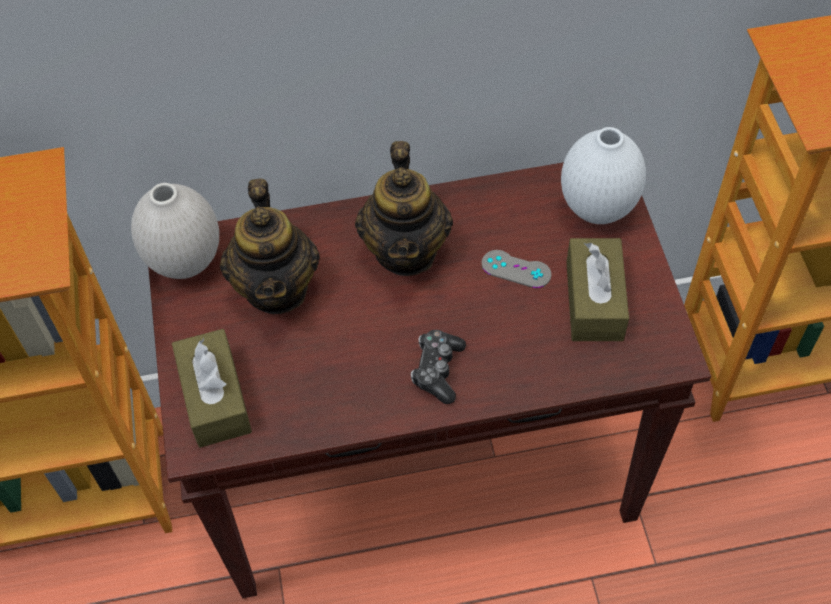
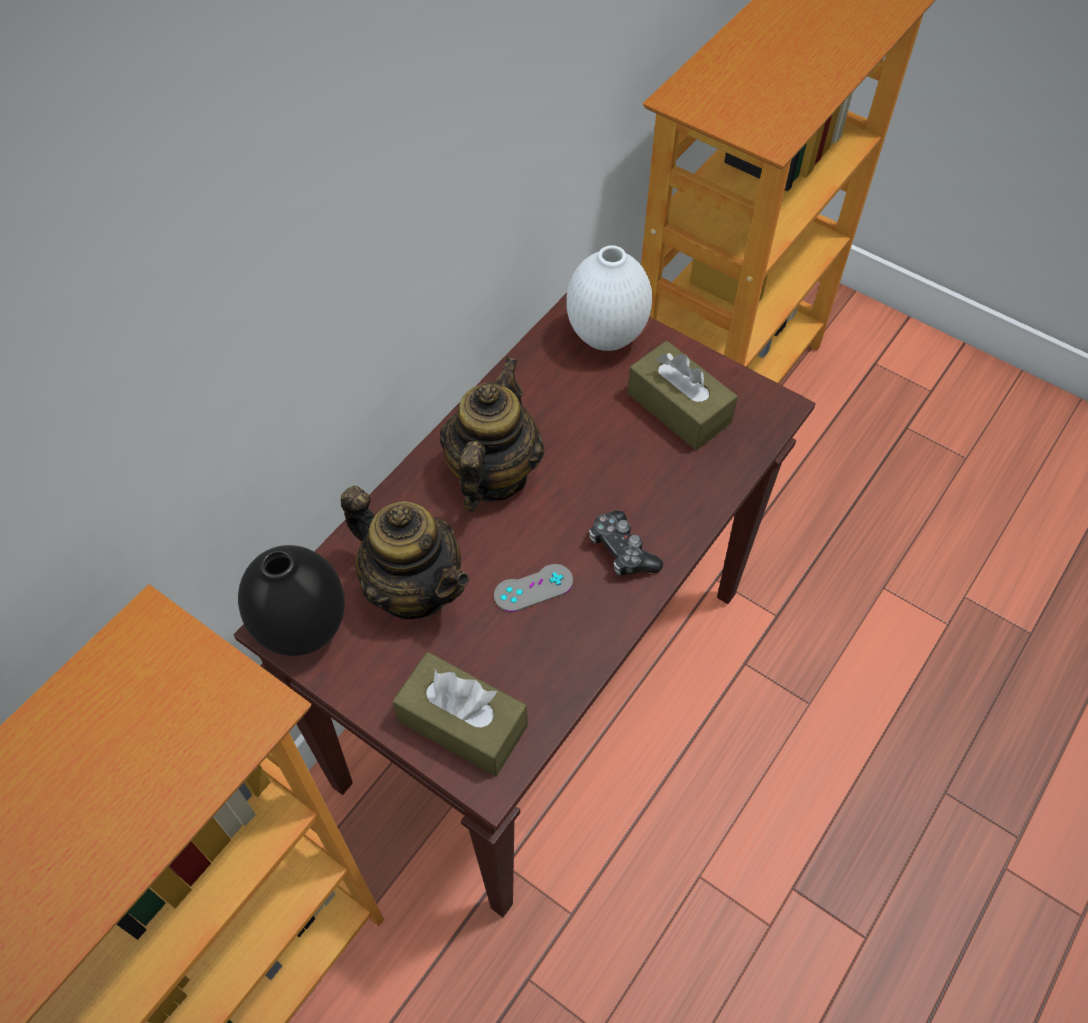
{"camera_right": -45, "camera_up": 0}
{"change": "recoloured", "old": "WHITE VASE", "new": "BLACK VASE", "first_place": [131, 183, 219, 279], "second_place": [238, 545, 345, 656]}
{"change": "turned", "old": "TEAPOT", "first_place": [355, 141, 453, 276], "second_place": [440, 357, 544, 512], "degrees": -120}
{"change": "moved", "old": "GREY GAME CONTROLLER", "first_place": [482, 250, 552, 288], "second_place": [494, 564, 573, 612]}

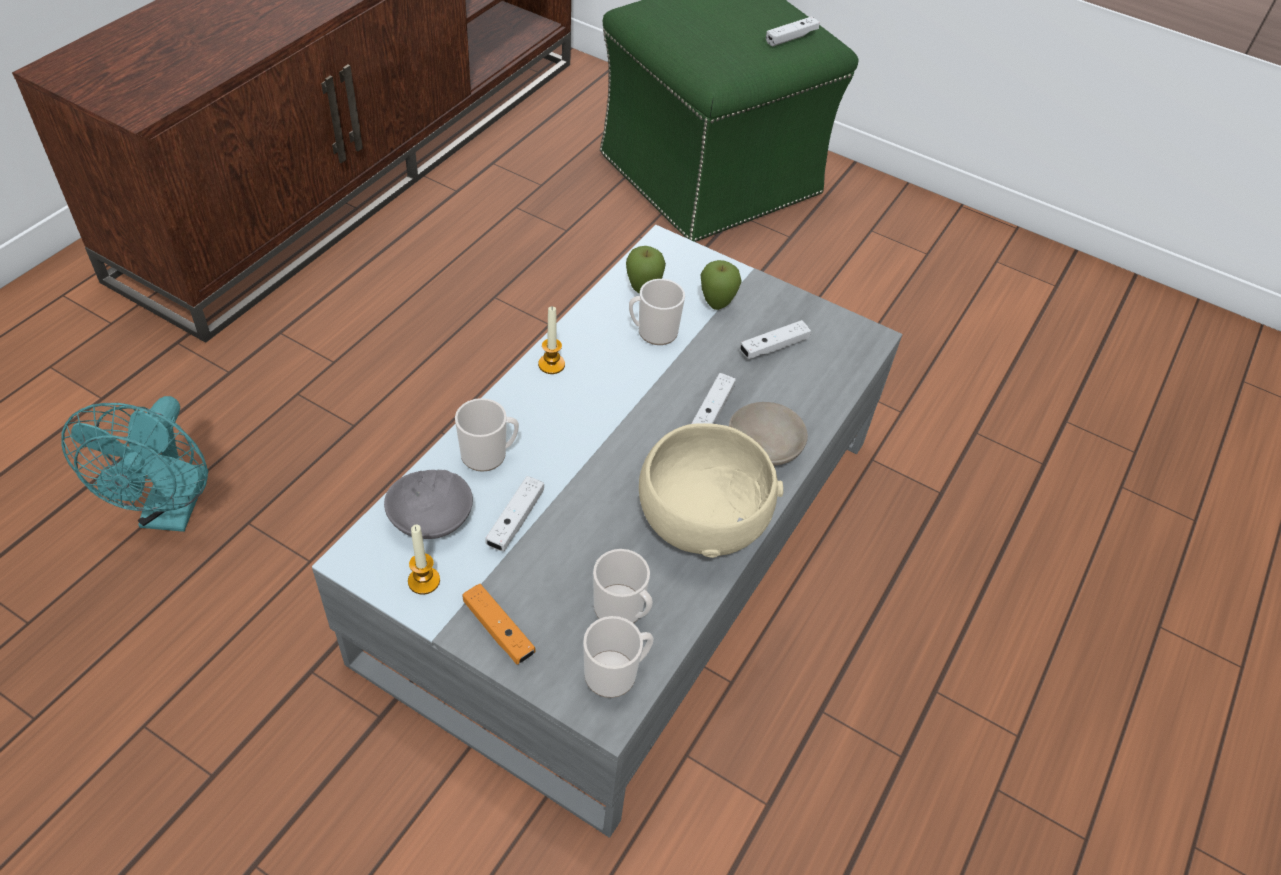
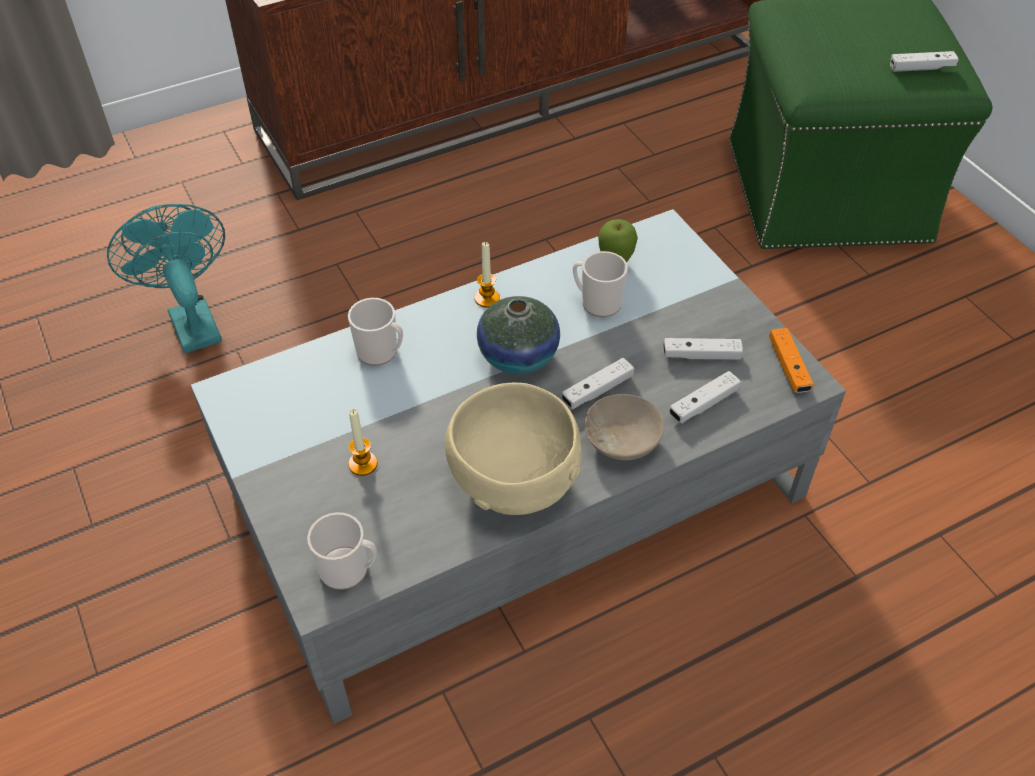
{"camera_right": 35, "camera_up": 0}
{"change": "turned", "old": "TURQUOISE FAN", "first_place": [62, 396, 208, 532], "second_place": [107, 204, 225, 353], "degrees": 120}
{"change": "removed", "old": "GREY BOWL", "first_place": [384, 470, 473, 539]}
{"change": "moved", "old": "CANDLE", "first_place": [408, 525, 440, 595], "second_place": [348, 408, 378, 476]}
{"change": "moved", "old": "ORANGE GAME CONTROLLER", "first_place": [463, 584, 535, 665], "second_place": [769, 328, 814, 393]}
{"change": "moved", "old": "WHITE GAME CONTROLLER", "first_place": [485, 476, 544, 551], "second_place": [669, 371, 741, 423]}
{"change": "removed", "old": "MUG", "first_place": [593, 549, 653, 623]}
{"change": "removed", "old": "APPLE", "first_place": [700, 260, 742, 310]}
{"change": "added", "new": "VASE", "second_place": [477, 296, 560, 374]}

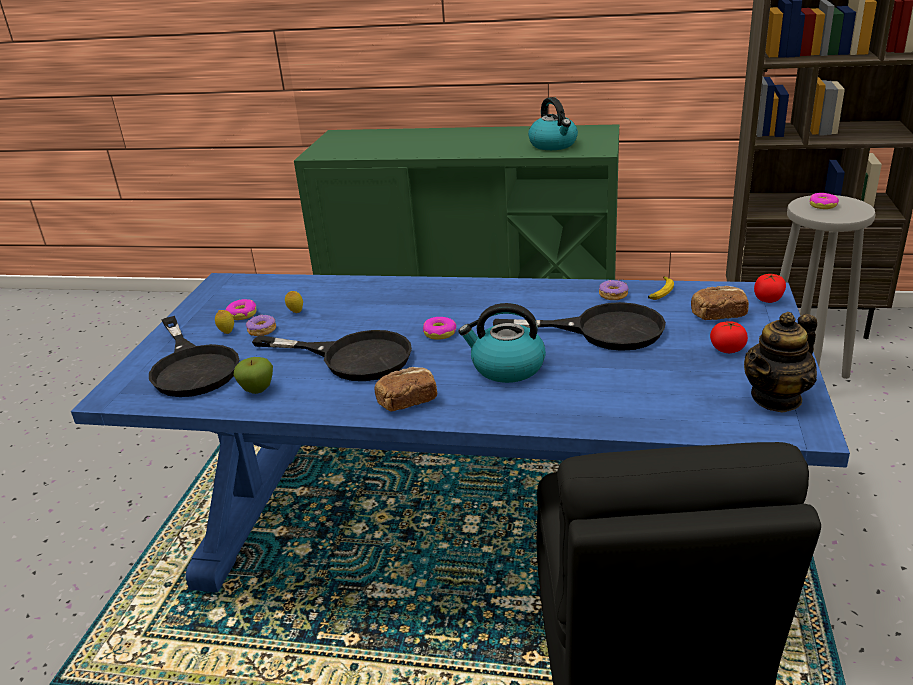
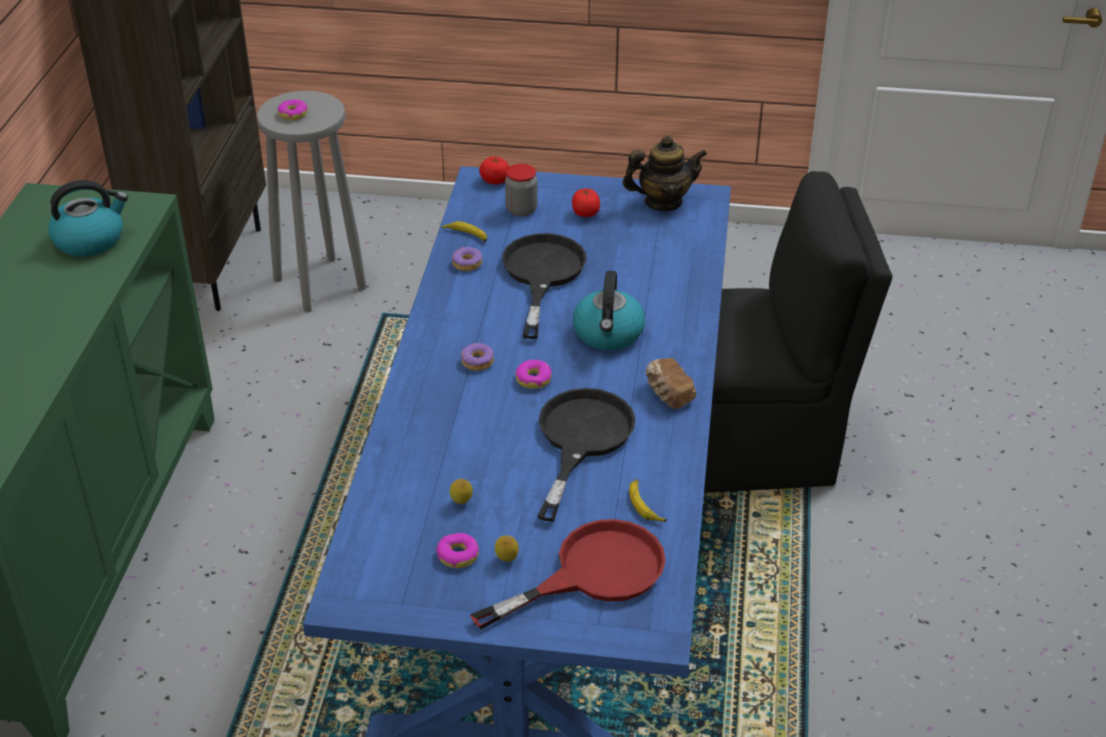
{"camera_right": -95, "camera_up": 10}
{"change": "recoloured", "old": "BLACK FRYING PAN", "new": "RED FRYING PAN", "first_place": [149, 316, 239, 397], "second_place": [470, 519, 666, 629]}
{"change": "replaced", "old": "APPLE", "new": "BANANA", "first_place": [233, 357, 273, 394], "second_place": [629, 479, 667, 522]}
{"change": "moved", "old": "DONUT", "first_place": [246, 315, 276, 336], "second_place": [461, 343, 494, 371]}
{"change": "replaced", "old": "BREAD", "new": "JAR", "first_place": [691, 286, 749, 320], "second_place": [505, 164, 538, 217]}
{"change": "turned", "old": "TEAPOT", "first_place": [744, 312, 817, 412], "second_place": [623, 135, 707, 211], "degrees": -60}

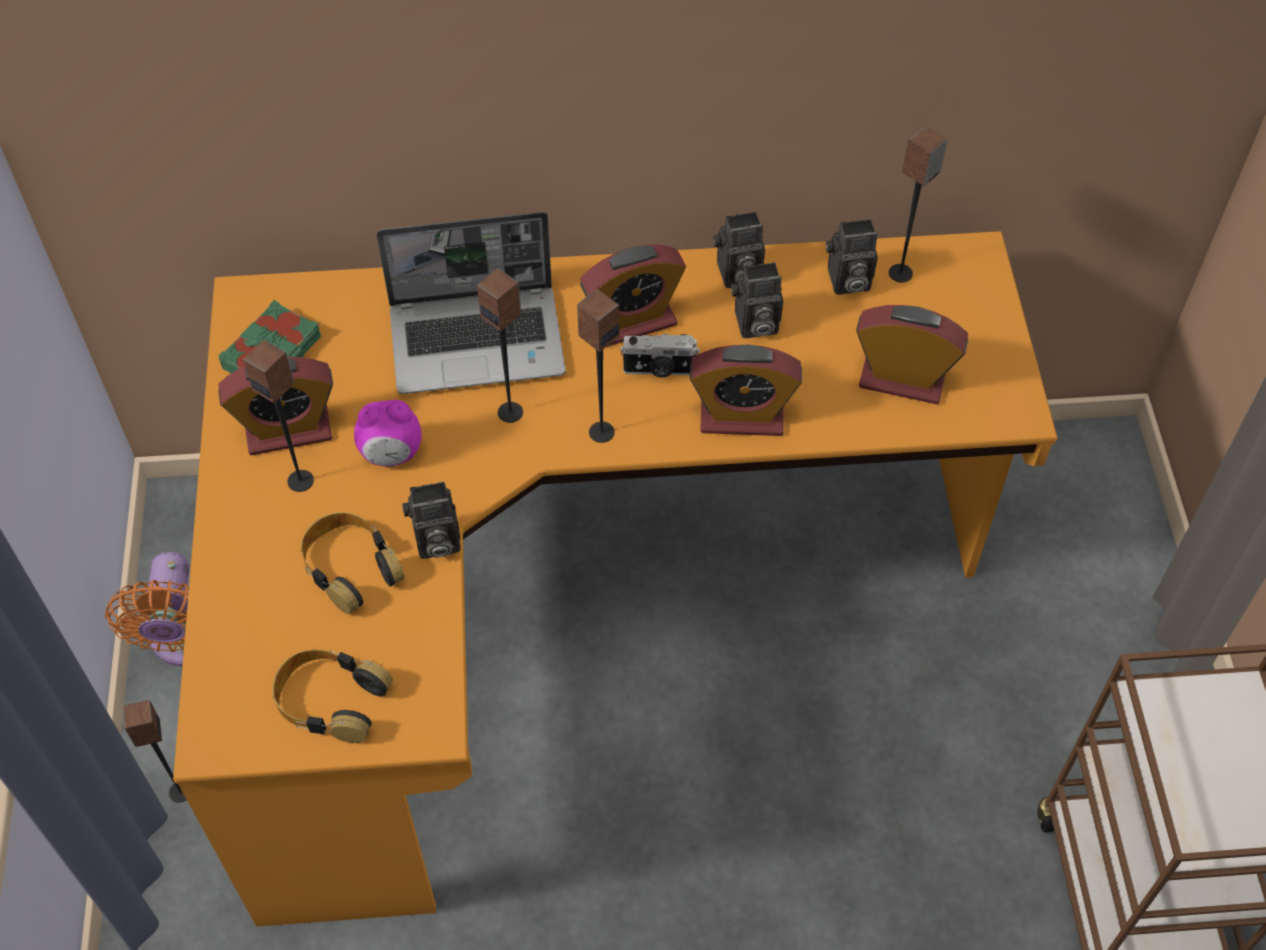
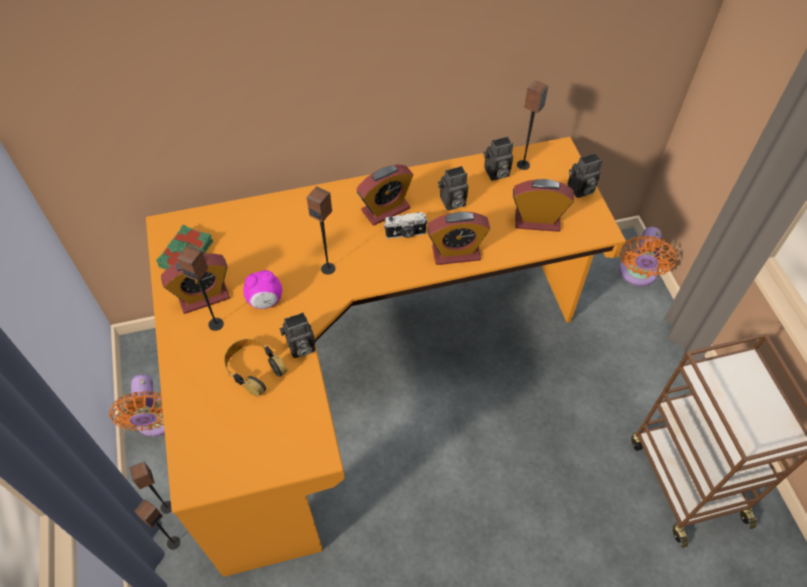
{"camera_right": -10, "camera_up": 0}
{"change": "removed", "old": "HEADPHONES", "first_place": [272, 650, 393, 743]}
{"change": "removed", "old": "LAPTOP", "first_place": [376, 212, 566, 394]}
{"change": "moved", "old": "SPEAKER", "first_place": [577, 289, 619, 443], "second_place": [134, 499, 180, 550]}
{"change": "moved", "old": "PHOTO CAMERA", "first_place": [713, 211, 765, 288], "second_place": [568, 153, 602, 198]}
{"change": "added", "new": "ORANGE FAN", "second_place": [619, 227, 677, 286]}

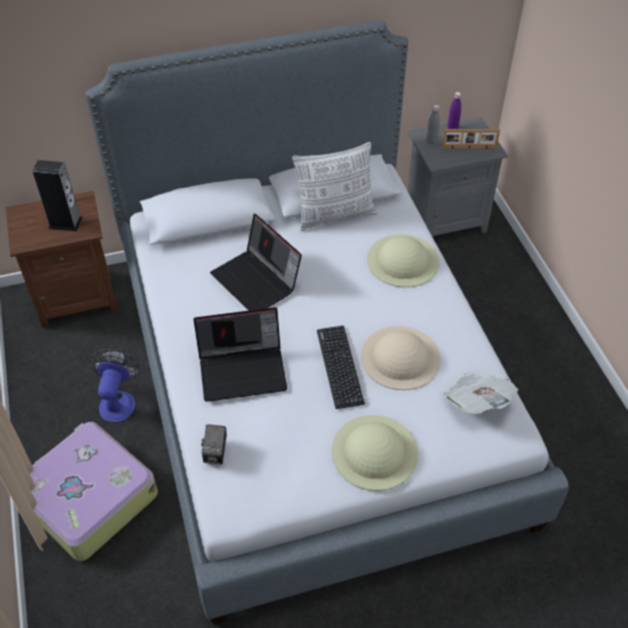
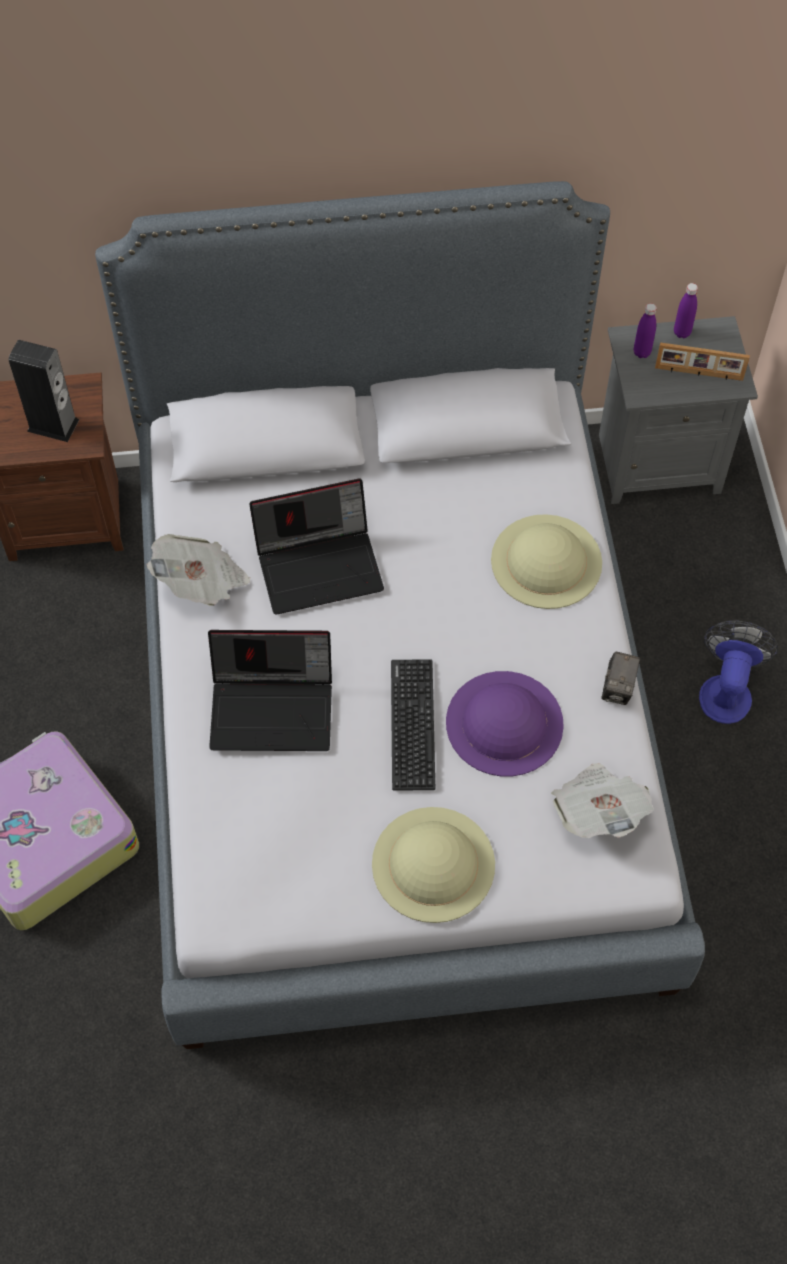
{"camera_right": 10, "camera_up": 10}
{"change": "moved", "old": "FAN", "first_place": [90, 349, 140, 423], "second_place": [699, 620, 779, 724]}
{"change": "moved", "old": "PHOTO CAMERA", "first_place": [201, 424, 227, 464], "second_place": [601, 652, 640, 705]}
{"change": "turned", "old": "LAPTOP", "first_place": [210, 214, 302, 311], "second_place": [249, 478, 384, 614], "degrees": -75}
{"change": "removed", "old": "PILLOW", "first_place": [292, 142, 377, 231]}
{"change": "recoloured", "old": "BEIGE HAT", "new": "PURPLE HAT", "first_place": [361, 326, 441, 390], "second_place": [446, 671, 564, 776]}
{"change": "recoloured", "old": "GREY BOTTLE", "new": "PURPLE BOTTLE", "first_place": [426, 105, 440, 144], "second_place": [634, 303, 657, 358]}
{"change": "added", "new": "NEWSPAPER", "second_place": [146, 534, 250, 606]}

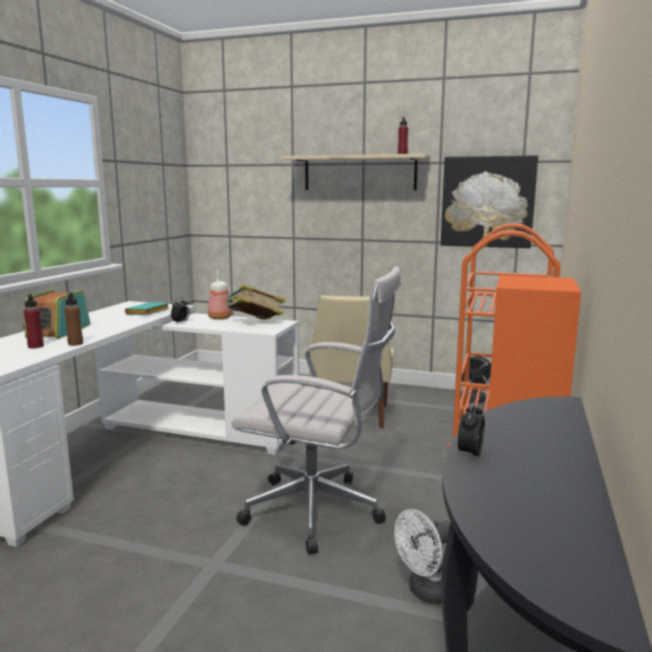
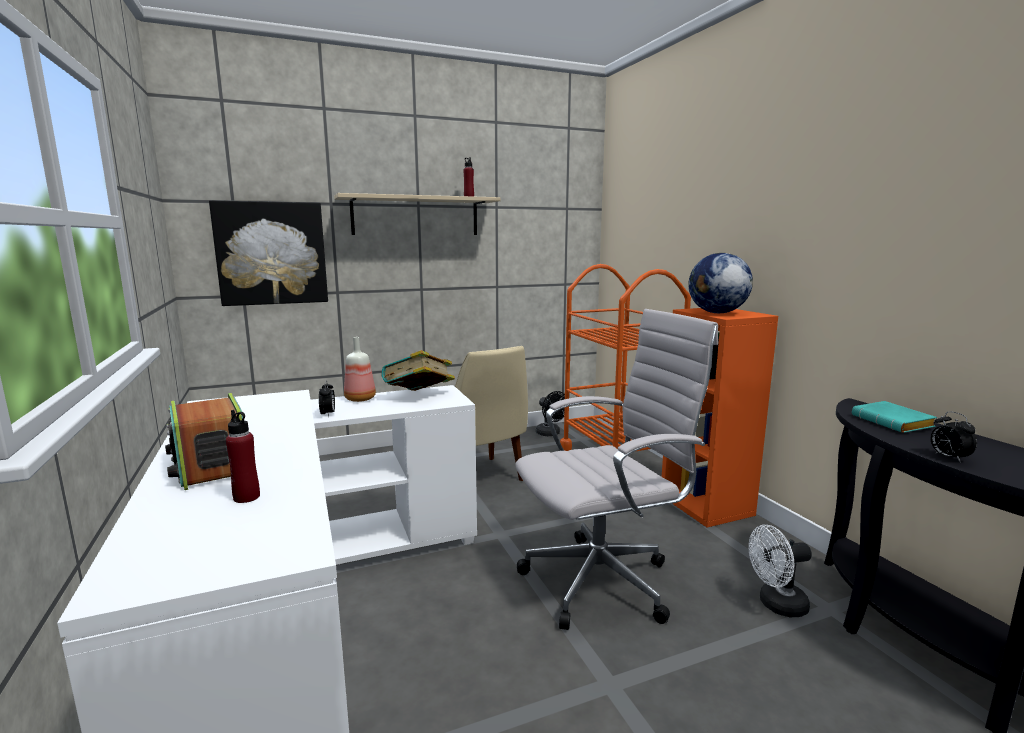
{"camera_right": -40, "camera_up": 0}
{"change": "removed", "old": "BROWN BOTTLE", "first_place": [64, 292, 83, 346]}
{"change": "moved", "old": "TURQUOISE BOOK", "first_place": [125, 302, 170, 315], "second_place": [852, 401, 937, 433]}
{"change": "turned", "old": "WHITE FAN", "first_place": [394, 509, 451, 604], "second_place": [748, 525, 812, 617], "degrees": 60}
{"change": "moved", "old": "PICTURE", "first_place": [441, 155, 538, 248], "second_place": [209, 200, 328, 306]}
{"change": "added", "new": "GLOBE", "second_place": [688, 253, 753, 313]}

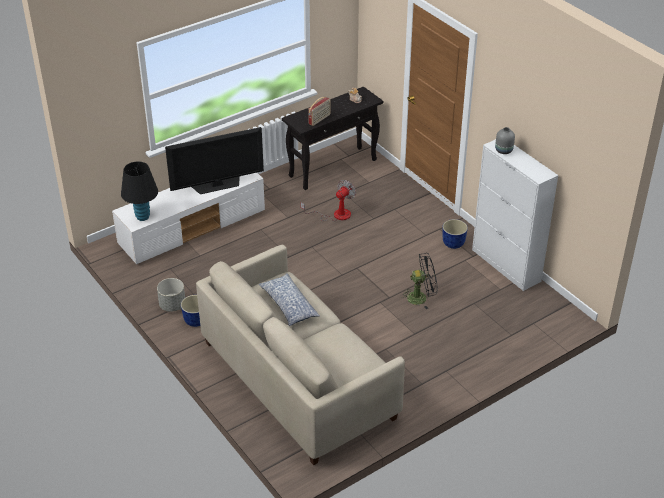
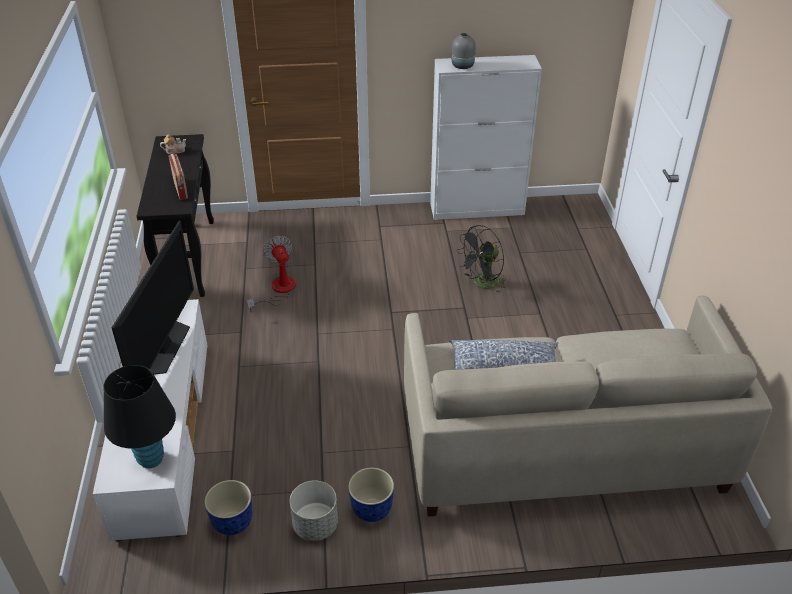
{"camera_right": -60, "camera_up": 0}
{"change": "turned", "old": "BLACK FAN", "first_place": [402, 253, 438, 309], "second_place": [457, 225, 506, 293], "degrees": -150}
{"change": "moved", "old": "PLANTER", "first_place": [443, 219, 468, 249], "second_place": [204, 480, 252, 535]}

